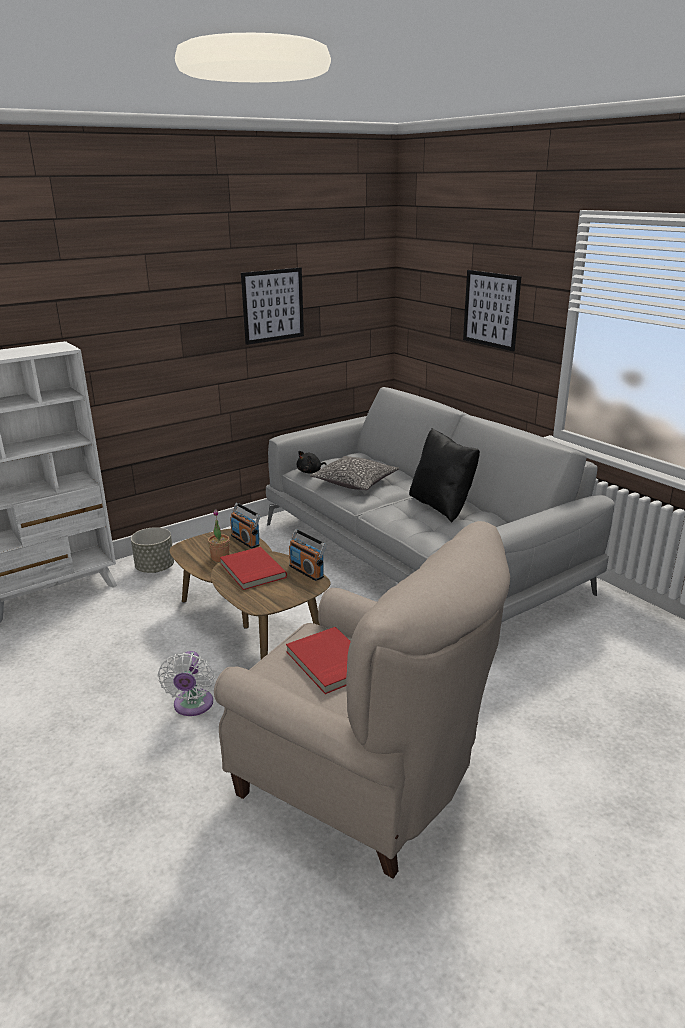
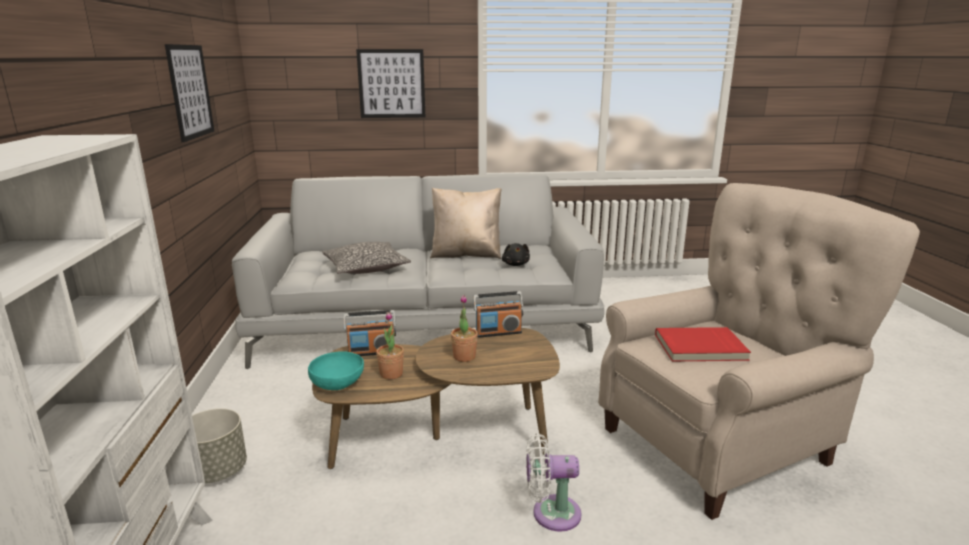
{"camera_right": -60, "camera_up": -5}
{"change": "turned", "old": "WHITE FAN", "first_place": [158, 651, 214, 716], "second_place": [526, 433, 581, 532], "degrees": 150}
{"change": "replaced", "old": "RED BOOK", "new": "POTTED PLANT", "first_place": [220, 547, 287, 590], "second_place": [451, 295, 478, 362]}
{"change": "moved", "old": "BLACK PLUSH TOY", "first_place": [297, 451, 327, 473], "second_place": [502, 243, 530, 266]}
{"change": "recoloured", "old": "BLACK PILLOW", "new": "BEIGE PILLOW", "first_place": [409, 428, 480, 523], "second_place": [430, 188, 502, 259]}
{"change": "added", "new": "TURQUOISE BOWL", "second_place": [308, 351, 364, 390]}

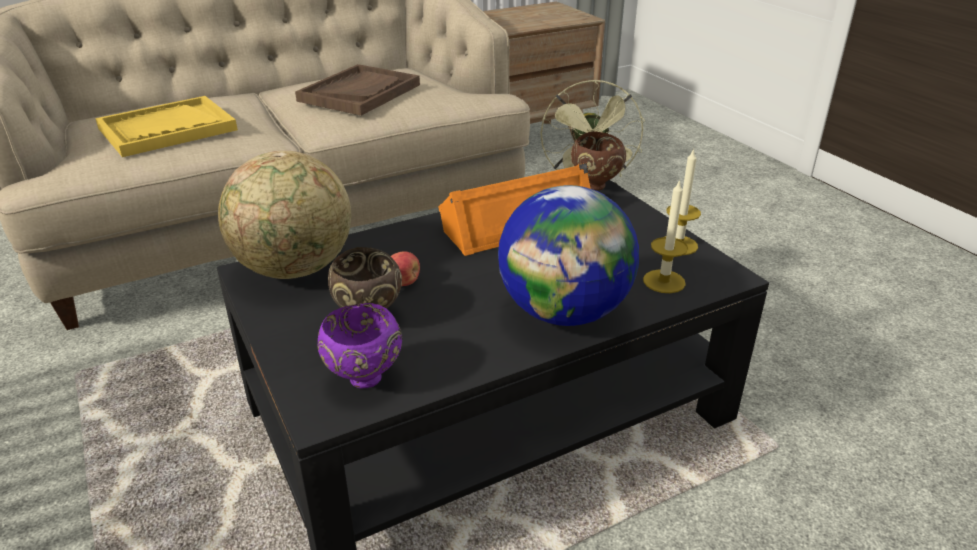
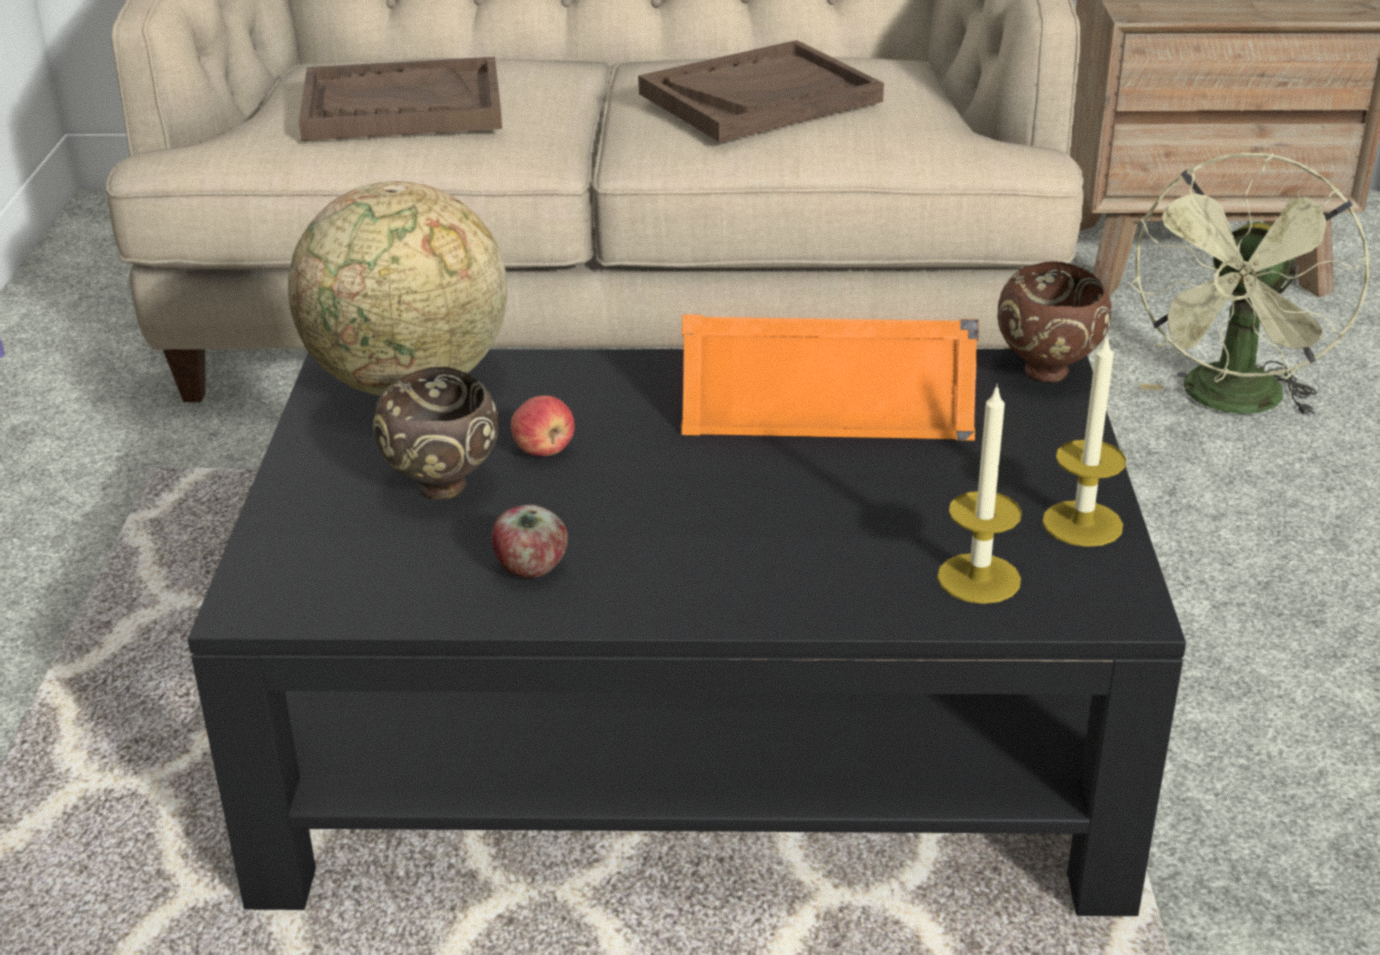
{"camera_right": 30, "camera_up": 0}
{"change": "recoloured", "old": "YELLOW TRAY", "new": "BROWN TRAY", "first_place": [95, 96, 238, 157], "second_place": [299, 57, 502, 141]}
{"change": "removed", "old": "PURPLE BOWL", "first_place": [318, 303, 402, 389]}
{"change": "removed", "old": "GLOBE", "first_place": [498, 185, 639, 326]}
{"change": "added", "new": "APPLE", "second_place": [491, 505, 568, 578]}

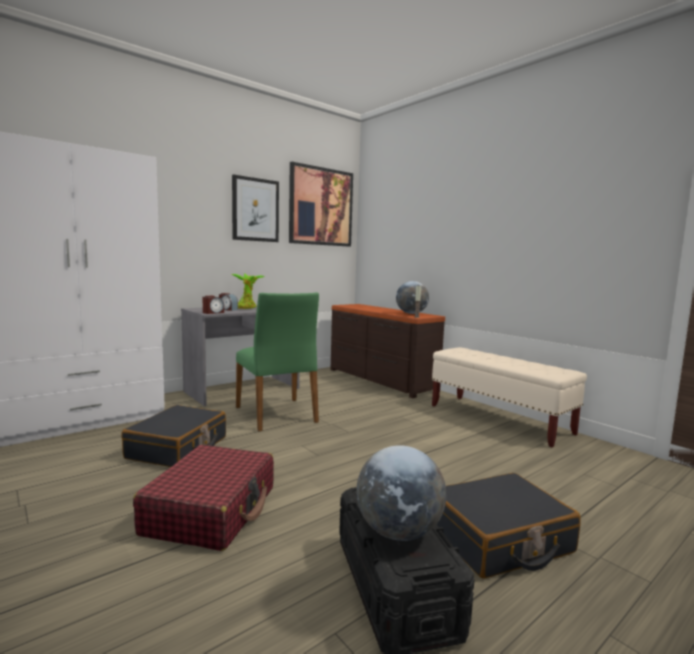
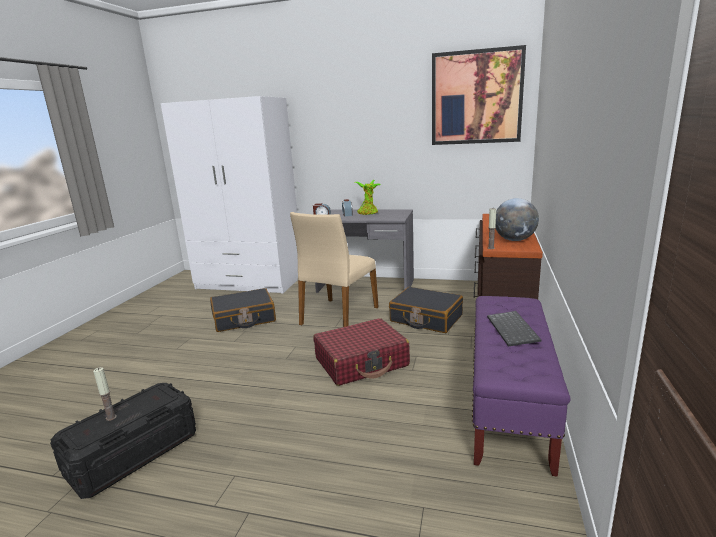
{"camera_right": 55, "camera_up": 10}
{"change": "moved", "old": "RED SUITCASE", "first_place": [133, 445, 274, 551], "second_place": [313, 318, 410, 386]}
{"change": "removed", "old": "PICTURE", "first_place": [232, 175, 279, 242]}
{"change": "recoloured", "old": "GREEN CHAIR", "new": "BEIGE CHAIR", "first_place": [236, 292, 319, 431], "second_place": [290, 212, 379, 327]}
{"change": "replaced", "old": "GLOBE", "new": "CANDLE", "first_place": [357, 445, 446, 541], "second_place": [93, 367, 117, 421]}
{"change": "recoloured", "old": "BEIGE BENCH", "new": "PURPLE BENCH", "first_place": [432, 347, 587, 447], "second_place": [472, 296, 571, 477]}
{"change": "moved", "old": "BLACK SUITCASE", "first_place": [437, 473, 581, 579], "second_place": [389, 287, 463, 333]}
{"change": "added", "new": "KEYBOARD", "second_place": [487, 311, 541, 347]}

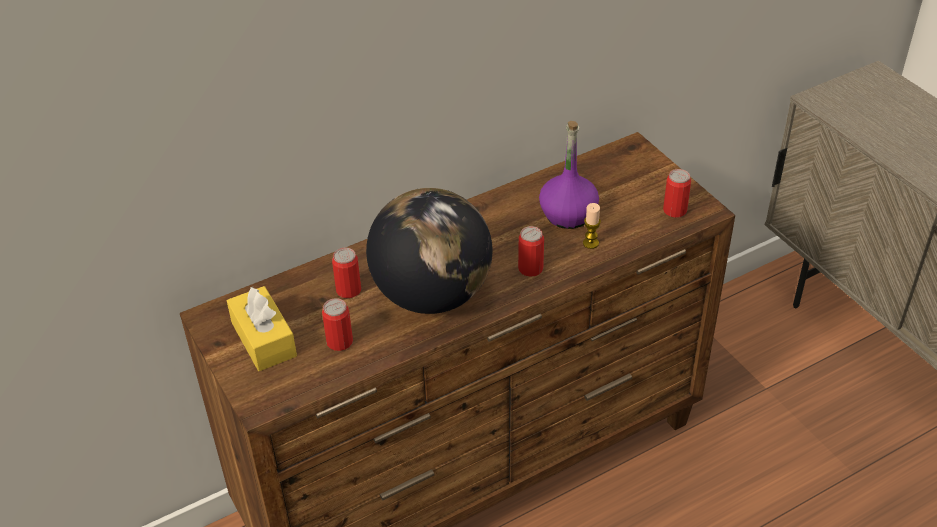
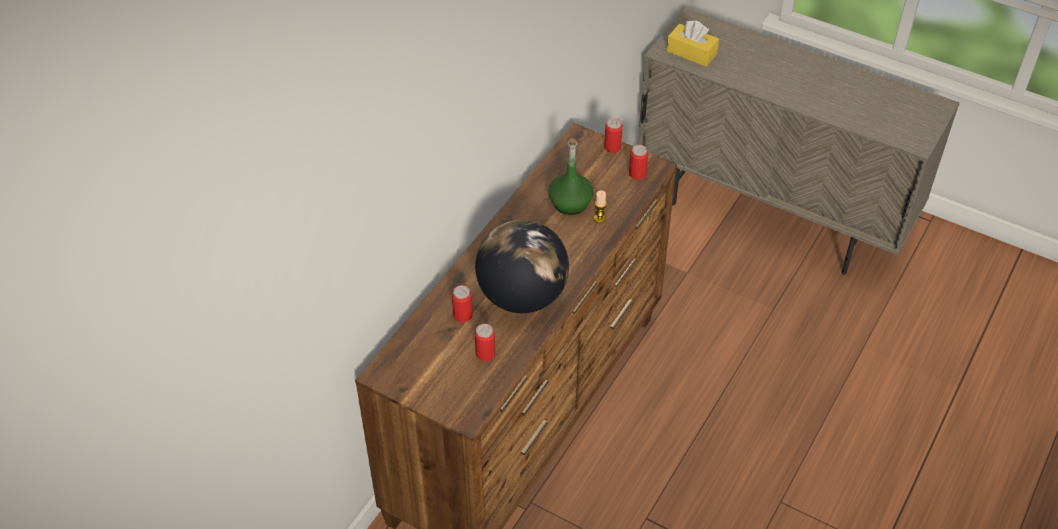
{"camera_right": -30, "camera_up": 5}
{"change": "moved", "old": "YELLOW TISSUE BOX", "first_place": [227, 286, 297, 371], "second_place": [667, 20, 719, 67]}
{"change": "moved", "old": "CAN", "first_place": [518, 226, 544, 277], "second_place": [604, 118, 623, 153]}
{"change": "recoloured", "old": "PURPLE BOTTLE", "new": "GREEN BOTTLE", "first_place": [539, 121, 599, 229], "second_place": [549, 138, 593, 215]}

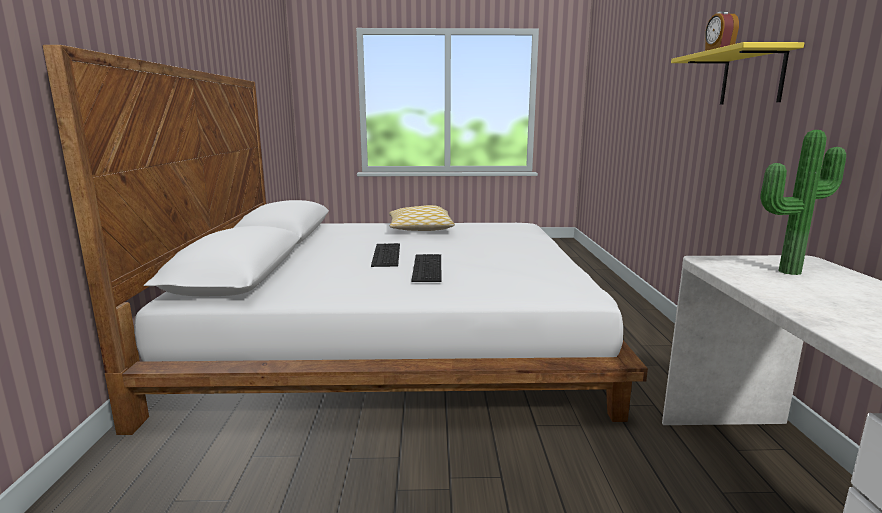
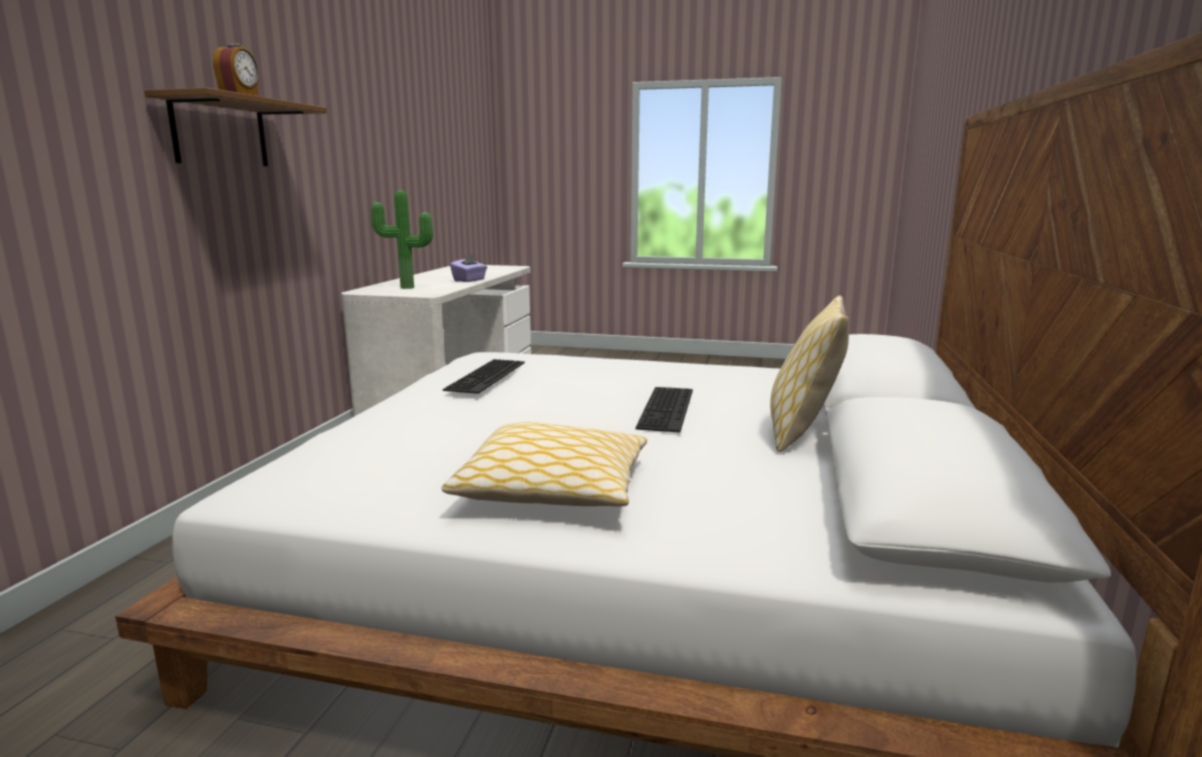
{"camera_right": -165, "camera_up": 0}
{"change": "moved", "old": "KEYBOARD", "first_place": [411, 254, 442, 282], "second_place": [443, 359, 525, 394]}
{"change": "recoloured", "old": "YELLOW SHELF", "new": "BROWN SHELF", "first_place": [671, 42, 804, 104], "second_place": [144, 88, 327, 166]}
{"change": "added", "new": "PURPLE TISSUE BOX", "second_place": [450, 254, 487, 282]}
{"change": "added", "new": "PILLOW", "second_place": [770, 295, 849, 452]}

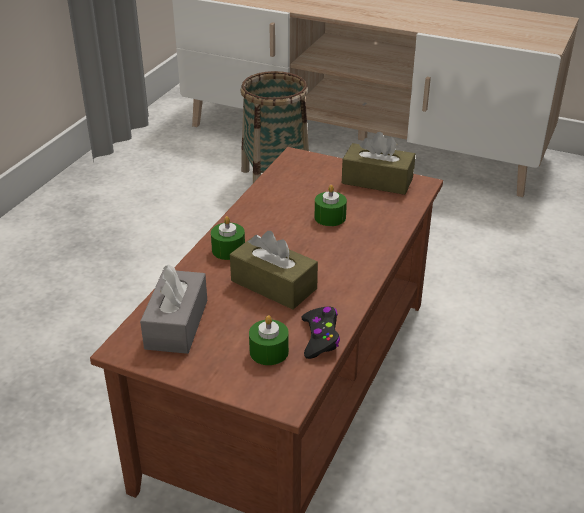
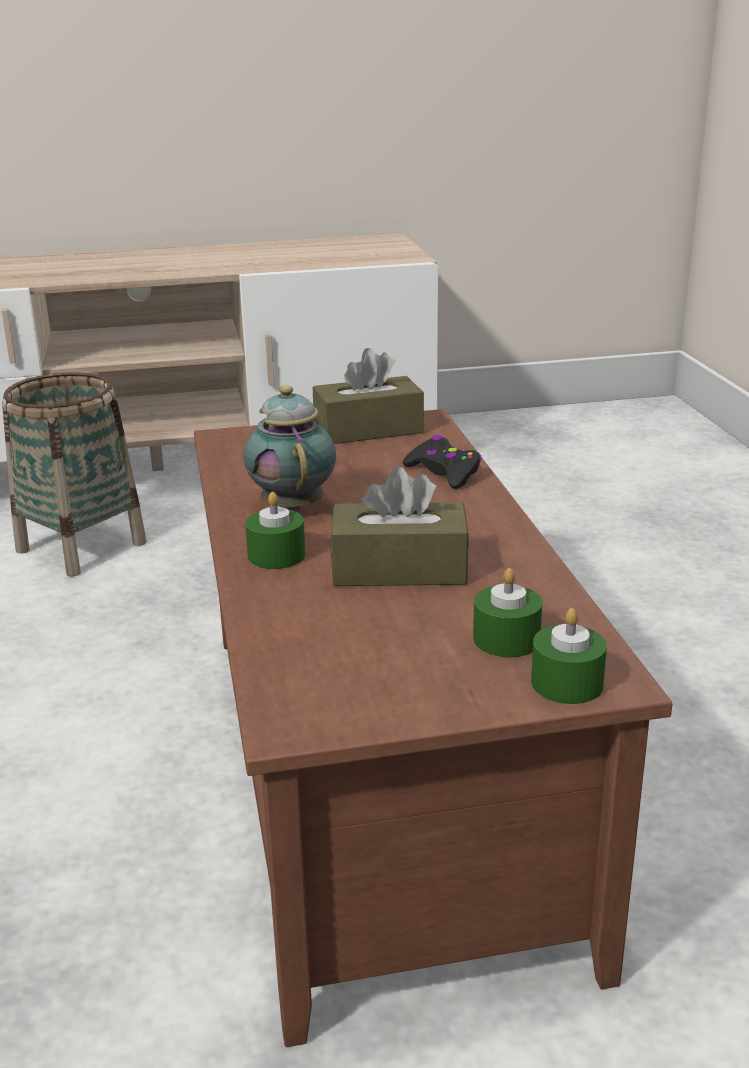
{"camera_right": -35, "camera_up": -10}
{"change": "removed", "old": "GREY TISSUE BOX", "first_place": [140, 264, 207, 354]}
{"change": "moved", "old": "BLACK GAME CONTROLLER", "first_place": [301, 307, 340, 359], "second_place": [403, 435, 482, 489]}
{"change": "moved", "old": "GREEN CANDLE", "first_place": [315, 185, 347, 226], "second_place": [531, 608, 607, 704]}
{"change": "added", "new": "TEAPOT", "second_place": [244, 385, 336, 512]}

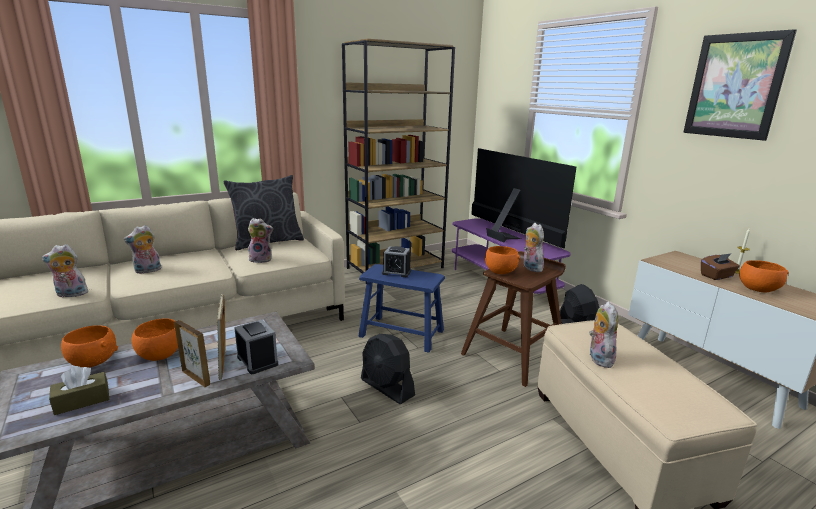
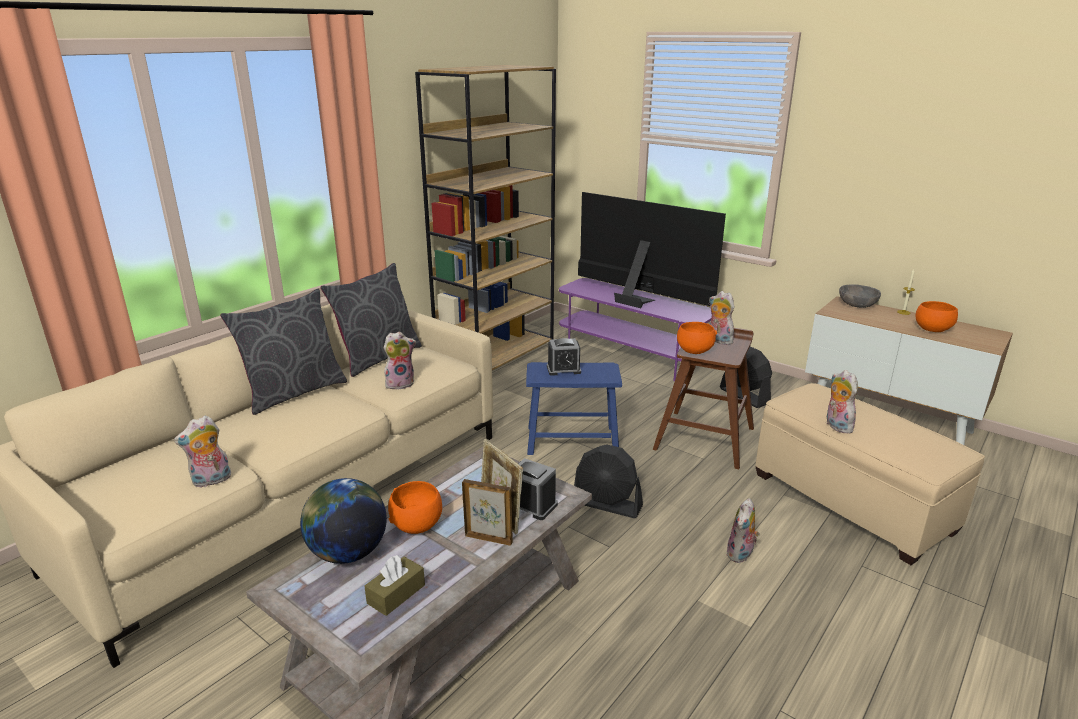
{"camera_right": -20, "camera_up": 5}
{"change": "replaced", "old": "ORANGE BOWL", "new": "GLOBE", "first_place": [61, 325, 118, 368], "second_place": [300, 478, 387, 564]}
{"change": "moved", "old": "PLUSH TOY", "first_place": [124, 225, 161, 274], "second_place": [726, 498, 760, 563]}
{"change": "removed", "old": "PICTURE", "first_place": [683, 29, 797, 141]}
{"change": "removed", "old": "BROWN TISSUE BOX", "first_place": [701, 253, 740, 280]}
{"change": "added", "new": "GREY PILLOW", "second_place": [220, 289, 347, 415]}
{"change": "added", "new": "GREY BOWL", "second_place": [839, 285, 881, 308]}

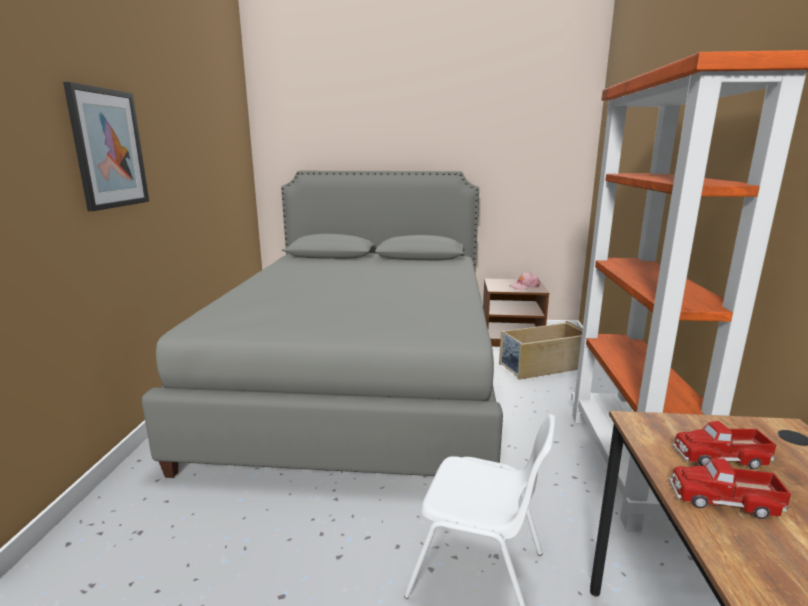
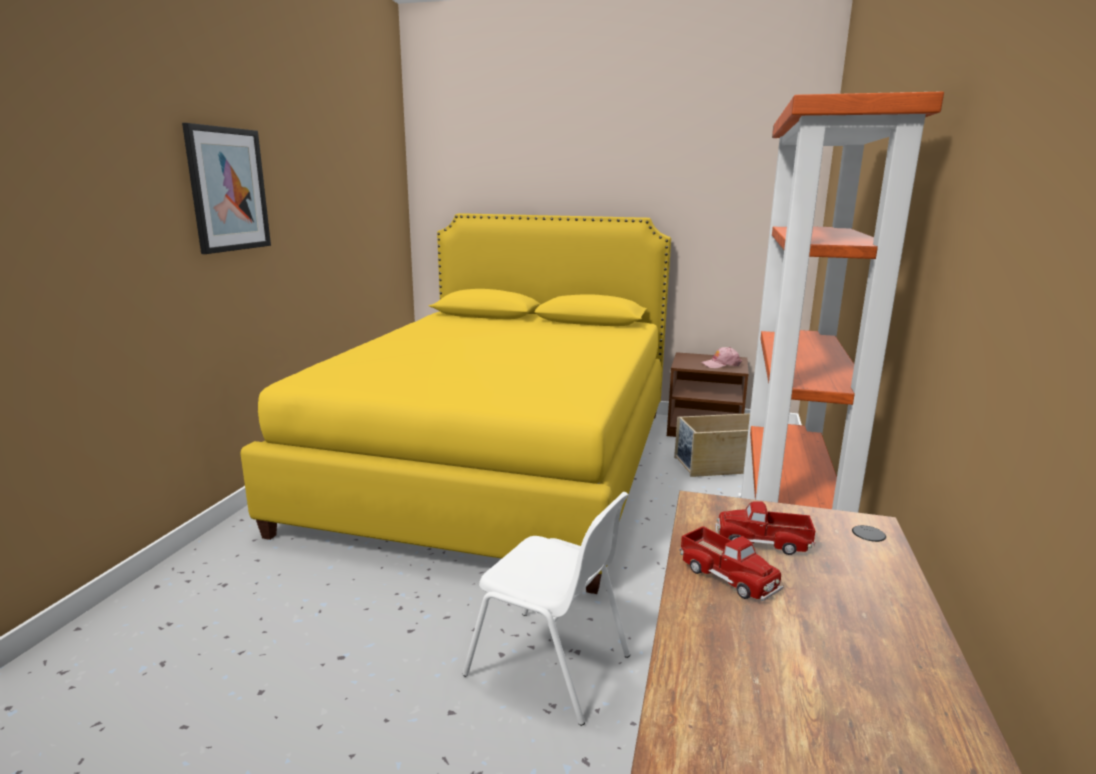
{"camera_right": 10, "camera_up": 0}
{"change": "recoloured", "old": "GREY BED", "new": "YELLOW BED", "first_place": [142, 171, 503, 478], "second_place": [240, 213, 671, 594]}
{"change": "turned", "old": "TOY TRUCK", "first_place": [669, 459, 791, 519], "second_place": [679, 526, 784, 601], "degrees": -150}

